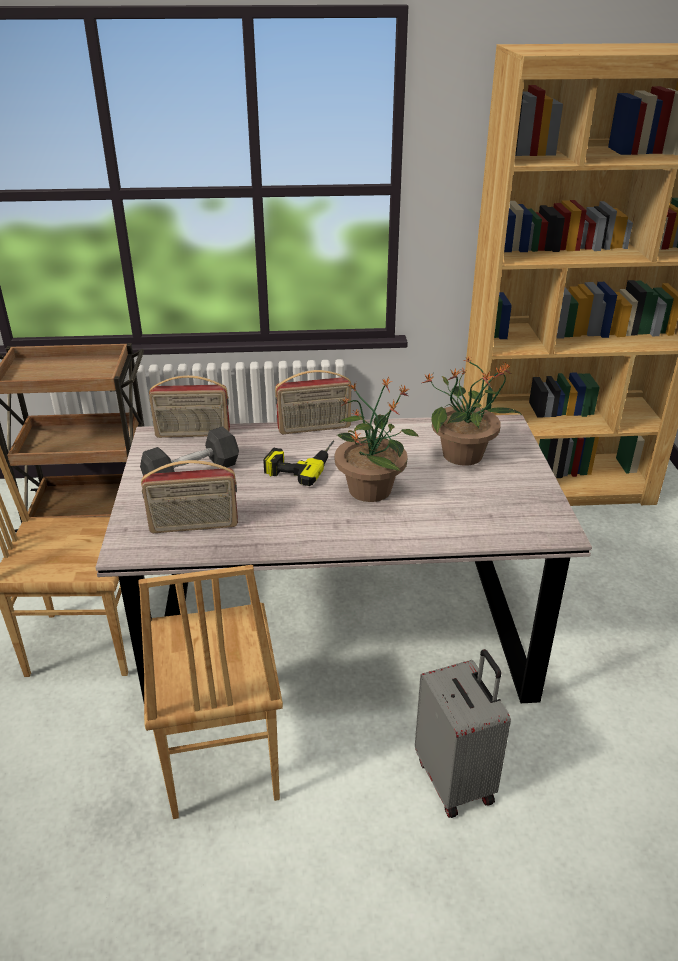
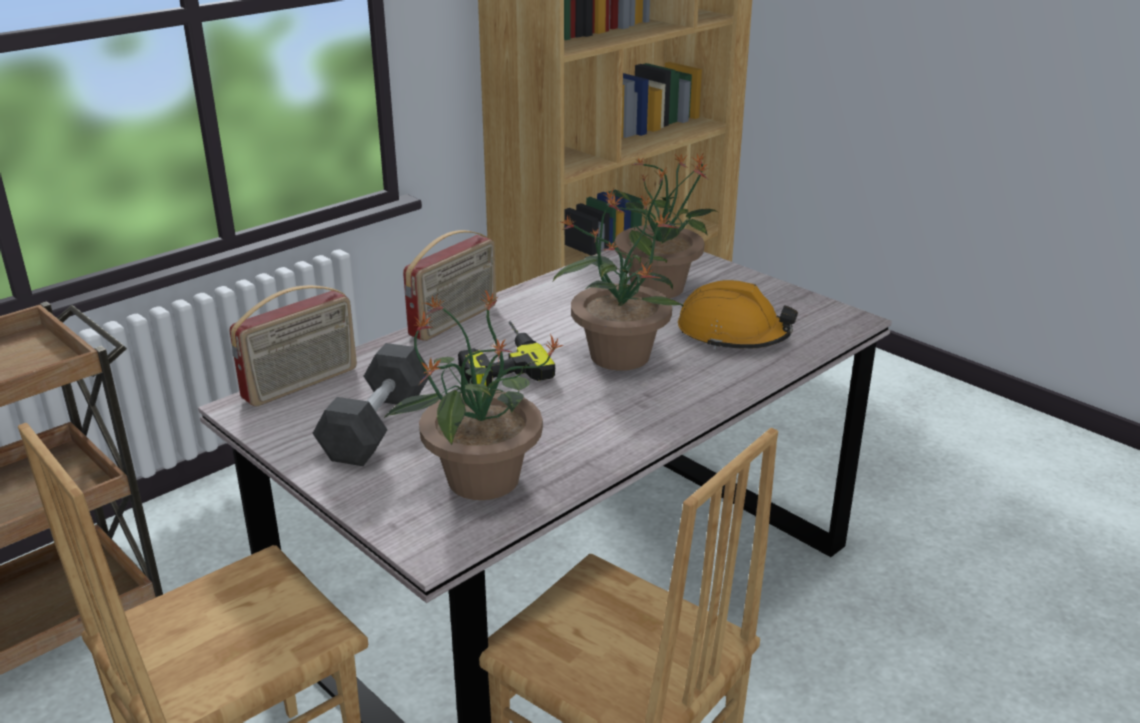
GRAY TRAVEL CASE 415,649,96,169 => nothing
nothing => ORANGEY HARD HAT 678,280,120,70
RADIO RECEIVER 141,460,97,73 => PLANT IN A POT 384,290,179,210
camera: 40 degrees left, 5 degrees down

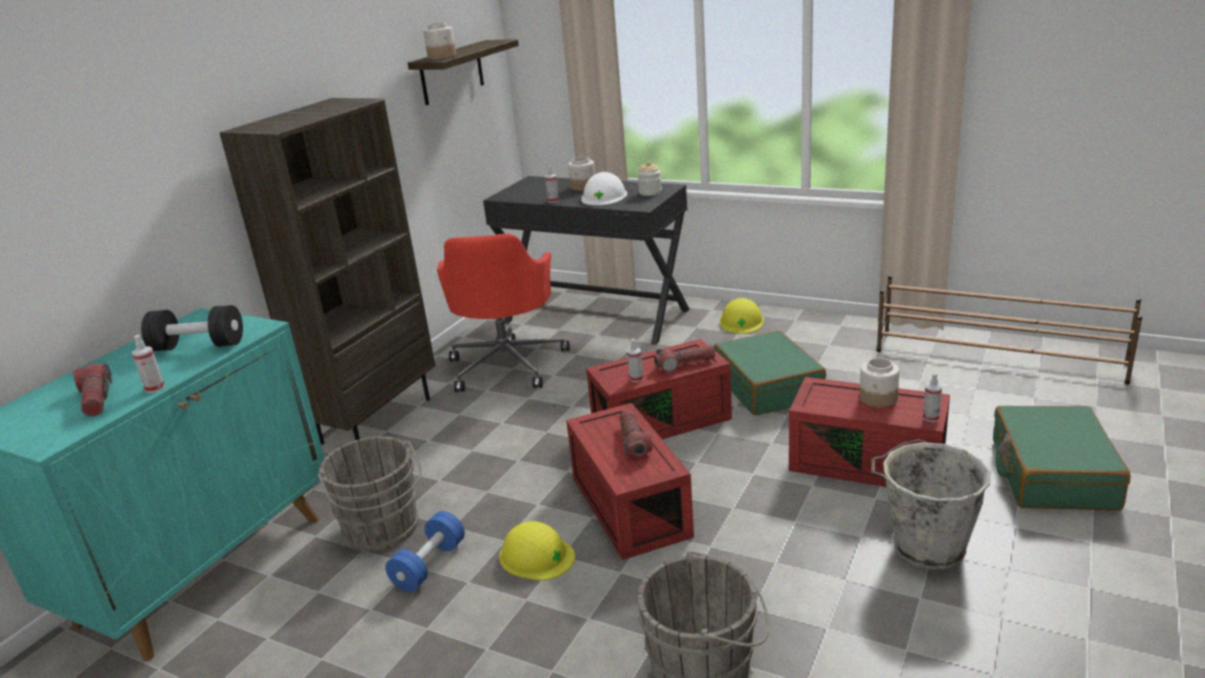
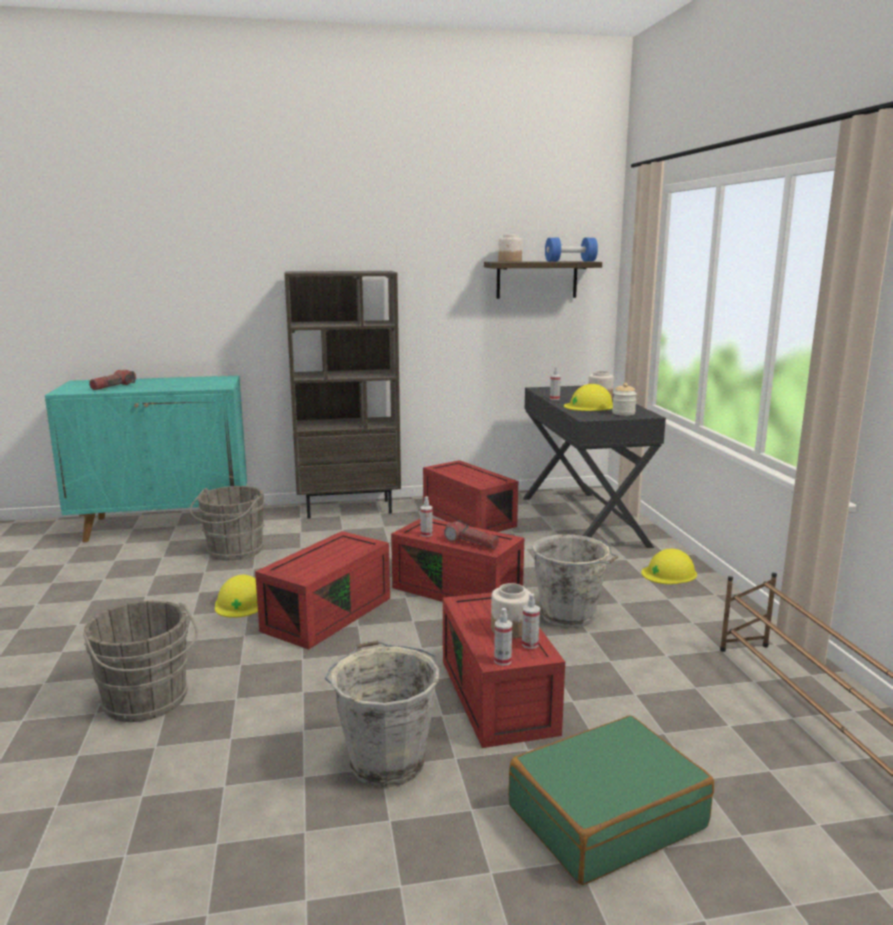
BLACK HAND WEIGHT 141,305,102,46 => nothing
HAND TORCH 619,410,33,46 => nothing
HAND SPRAYER 132,335,33,58 => HAND SPRAYER 522,594,18,55, relocated
BLUE HAND WEIGHT 385,511,80,81 => BLUE HAND WEIGHT 545,238,53,24, relocated
RED-COLOURED OFFICE CHAIR 437,233,133,159 => RED-COLOURED STORAGE CONTAINER 423,460,95,72
GREEN TRAVEL CASE 714,331,112,84 => GRAY WATER BUCKET 532,535,86,93
WHITE HARD HAT 581,172,46,34 => YELLOW-COLOURED HARD HAT 564,384,49,27
camera: 50 degrees right, 10 degrees down

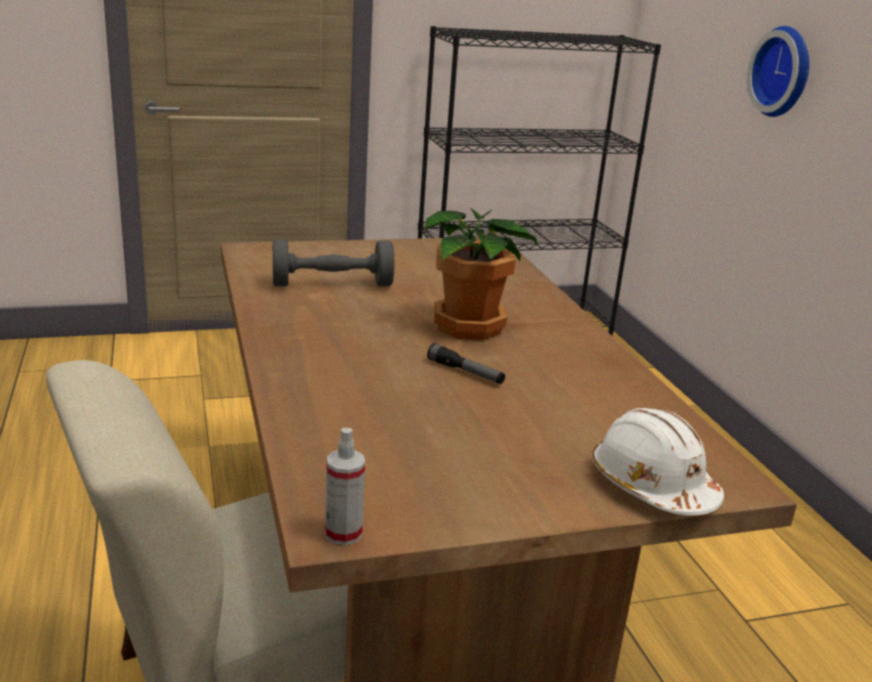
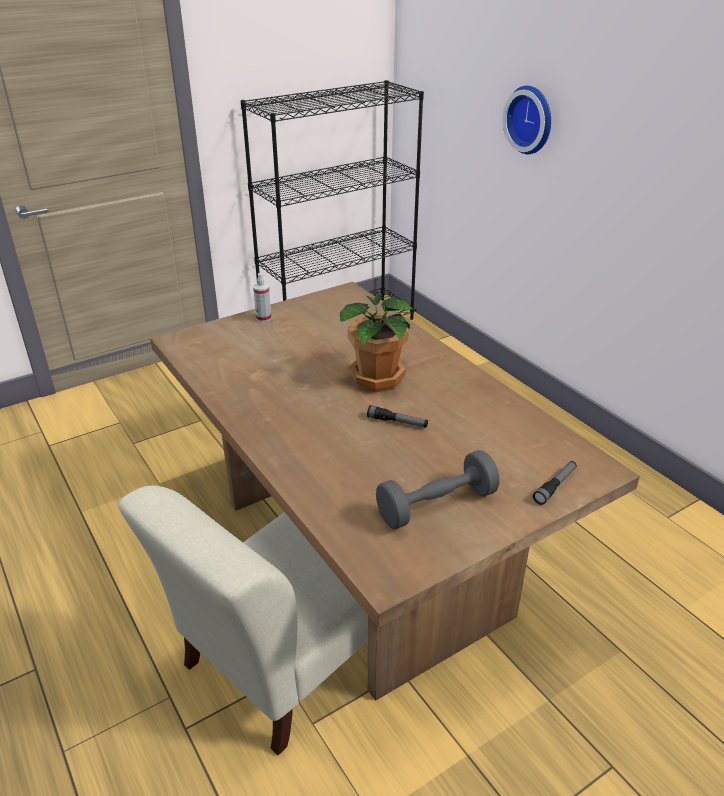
GRAY HAND WEIGHT 273,239,122,47 => GRAY HAND WEIGHT 376,450,123,79, relocated
HAND SPRAYER 325,428,40,117 => HAND SPRAYER 253,273,18,49, relocated
WHITE HARD HAT 592,408,132,107 => HAND TORCH 533,461,44,44
camera: 15 degrees left, 10 degrees up

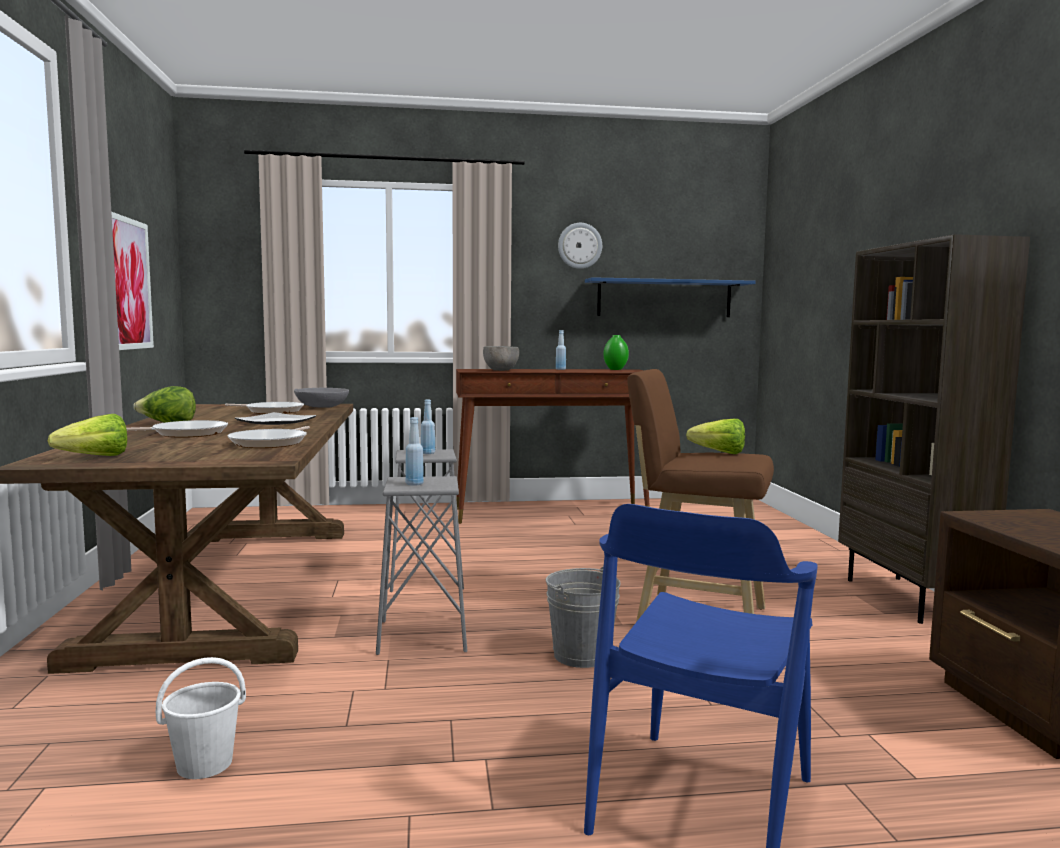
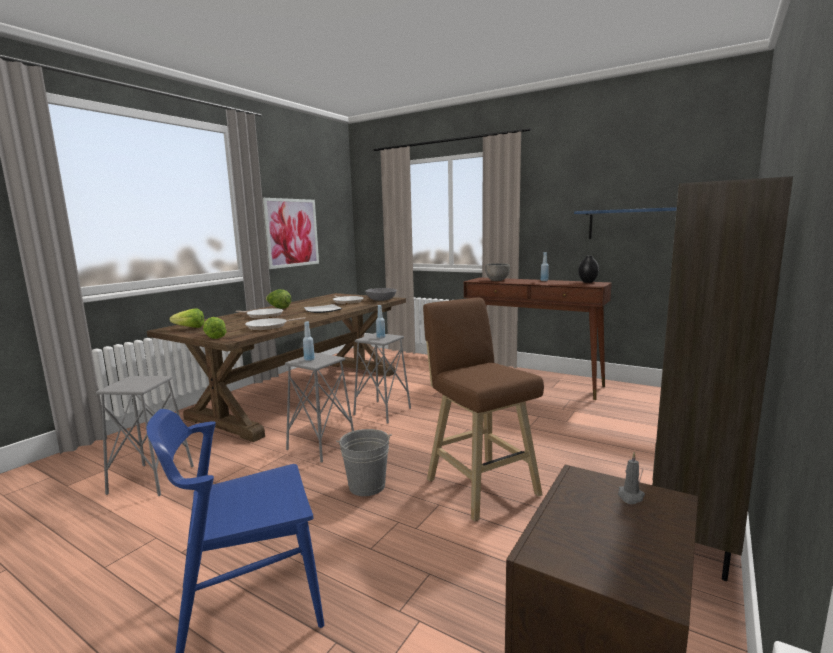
HANGING CLOCK 558,223,44,46 => nothing
nothing => GRAY CANDLE 618,452,27,52
LETTUCE 686,419,59,35 => LETTUCE 203,317,24,22, relocated
WHITE WATER BUCKET 156,657,90,122 => GRAY STOOL 96,376,98,120
GREEN FLOWER VASE 603,335,26,35 => BLACK FLOWER VASE 578,255,21,28
camera: 40 degrees right, 5 degrees up

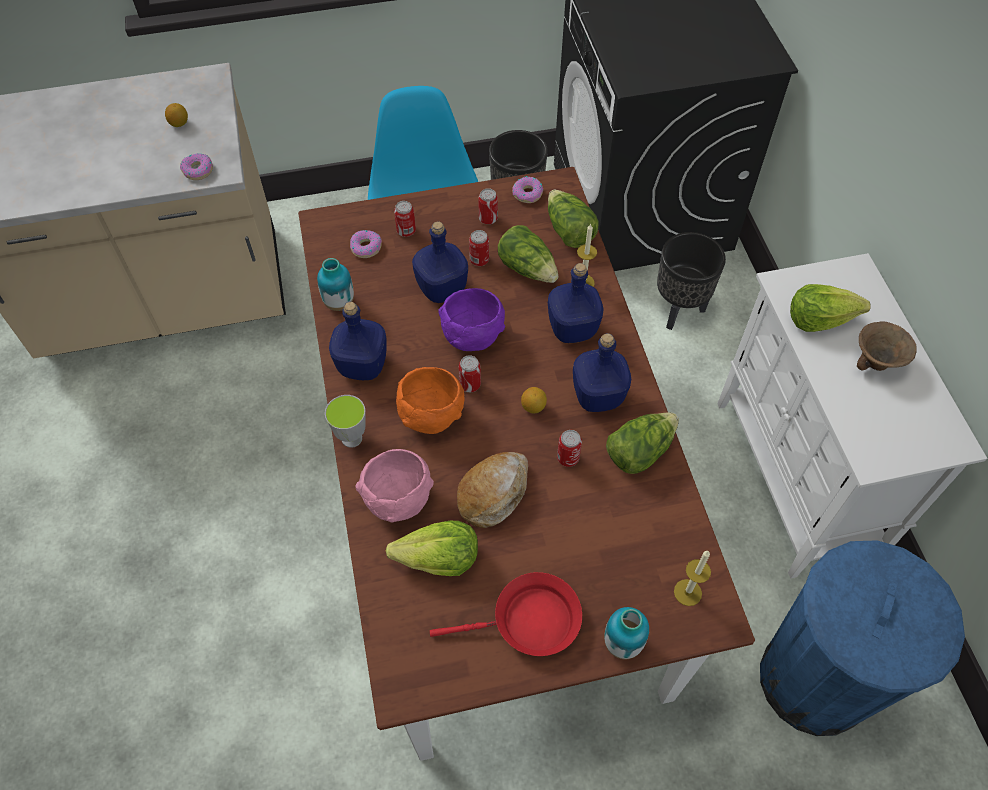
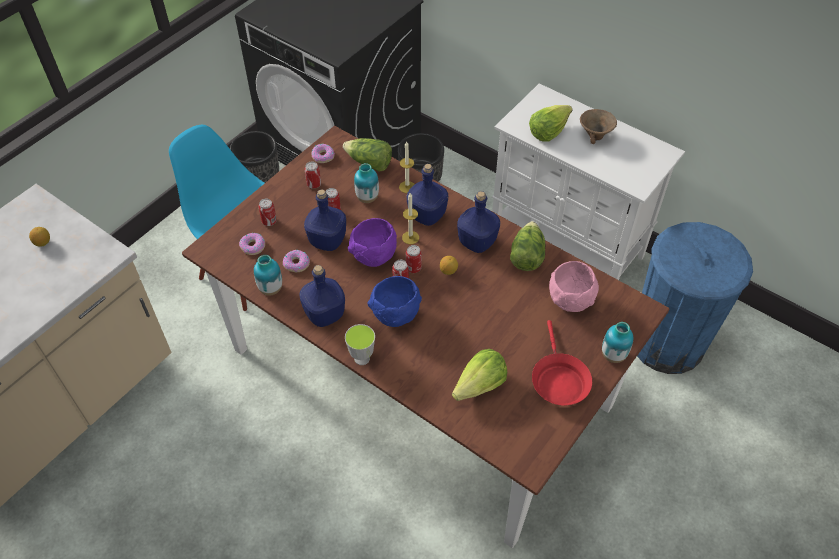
BAKERY BREAD 457,452,71,76 => nothing
DONUT 180,153,33,27 => DONUT 283,250,27,22, relocated
PINK BOWL 355,449,79,73 => PINK BOWL 549,261,50,51, relocated
METAL CAN 557,430,25,37 => METAL CAN 406,245,16,28, relocated
CANDLE 674,551,37,55 => CANDLE 402,193,17,51, relocated
LETTUCE 498,225,61,58 => FLOWER VASE 354,163,25,40
ORANGEY BOWL 396,367,69,67 => BLUE BOWL 368,276,54,51
RED-COLOURED FRYING PAN 430,572,152,84 => RED-COLOURED FRYING PAN 532,320,60,85, 135 degrees clockwise
camera: 40 degrees left, 5 degrees down

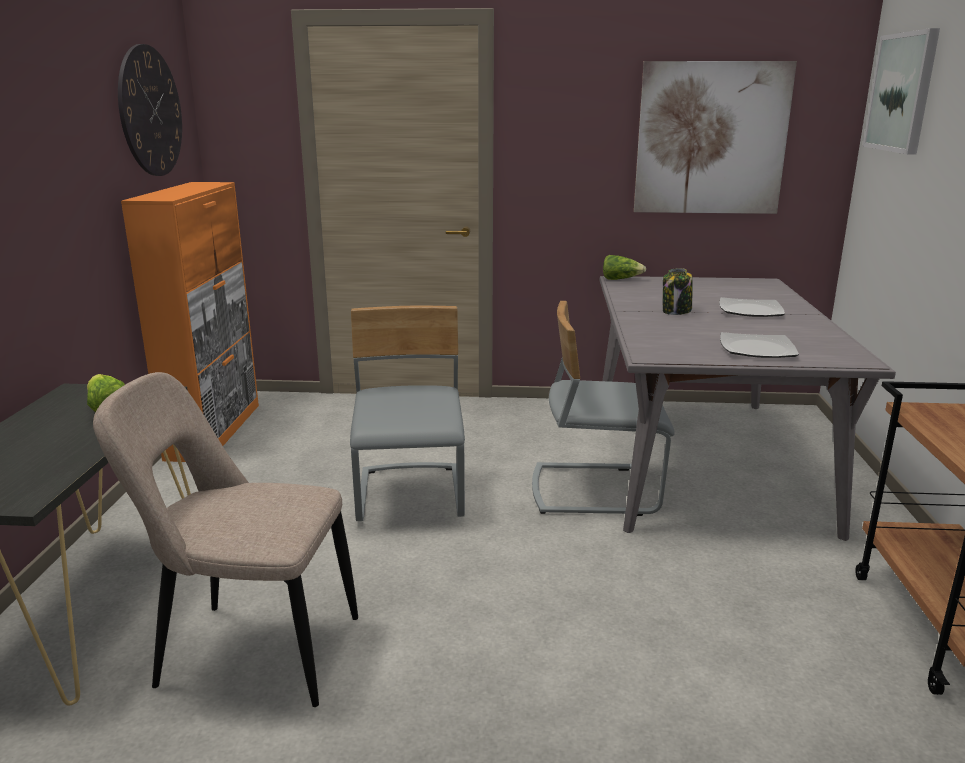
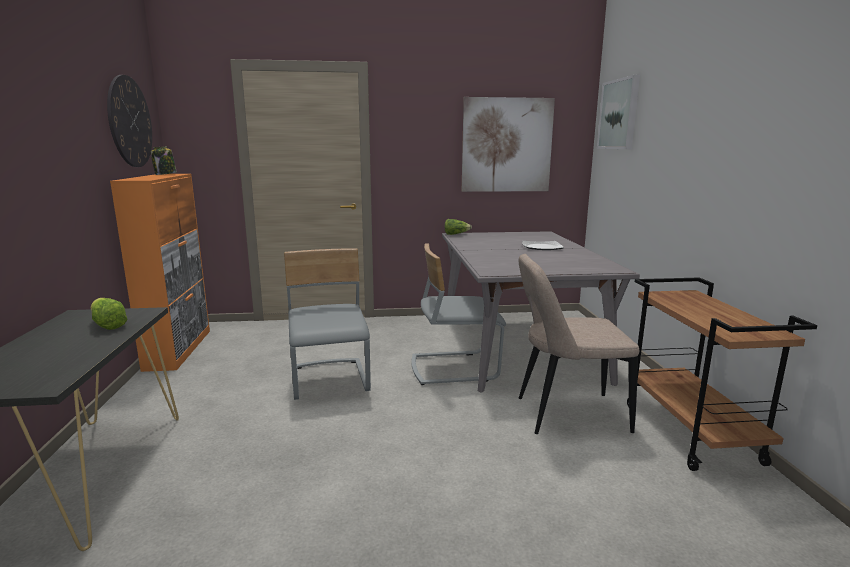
DINNER PLATE 720,332,79,26 => nothing
BEIGE UPRIGHT CHAIR 93,372,265,335 => BEIGE UPRIGHT CHAIR 519,254,120,180, relocated
PRESERVE JAR 663,268,29,47 => PRESERVE JAR 150,146,27,29, relocated
camera: 10 degrees left, 5 degrees down

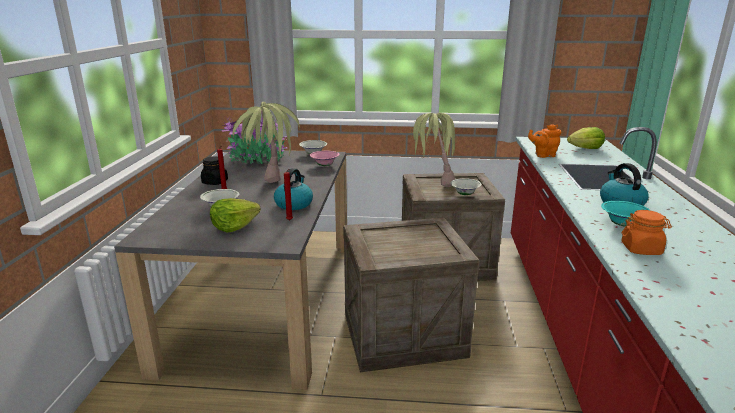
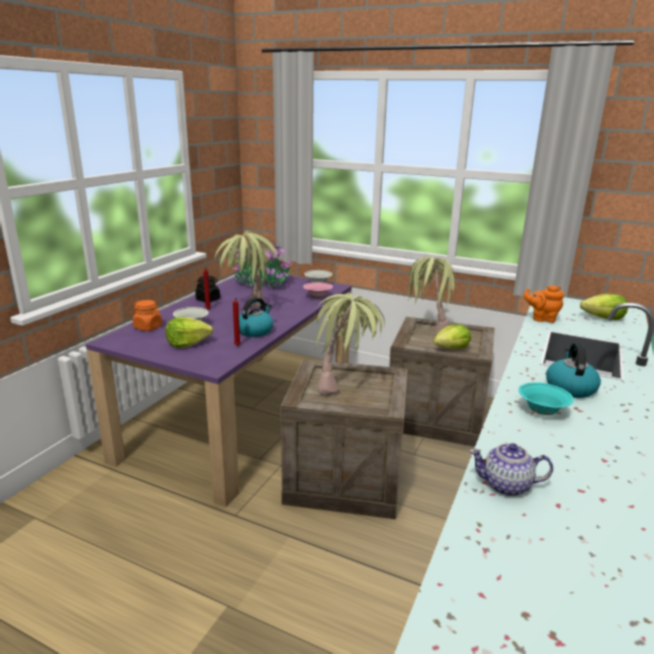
nothing => PLANT IN A POT 314,293,71,103
nothing => TEA POT 469,443,84,53
ORANGEY PRESERVE JAR 622,210,50,45 => ORANGEY PRESERVE JAR 133,300,29,31, relocated
WHITE BOWL 450,178,32,17 => LETTUCE 433,324,38,25
GRAY DINING TABLE 114,150,233,240 => PURPLISH DINING TABLE 86,274,266,233
camera: 20 degrees right, 0 degrees up

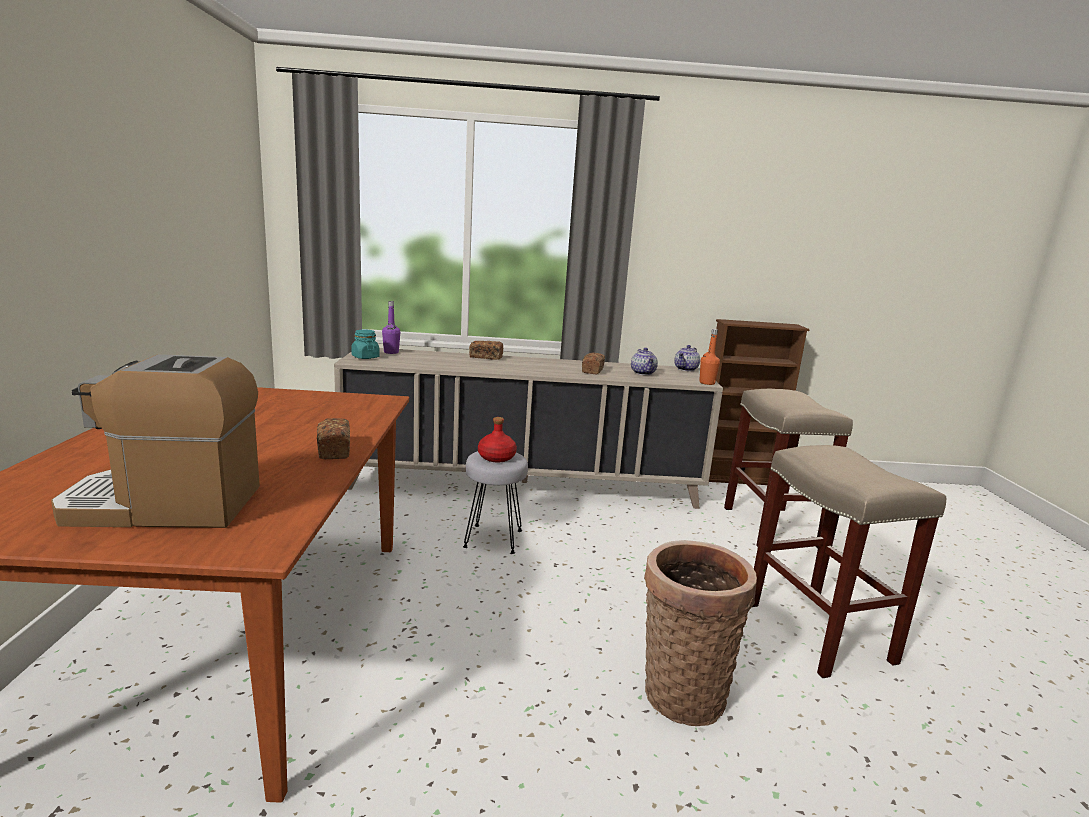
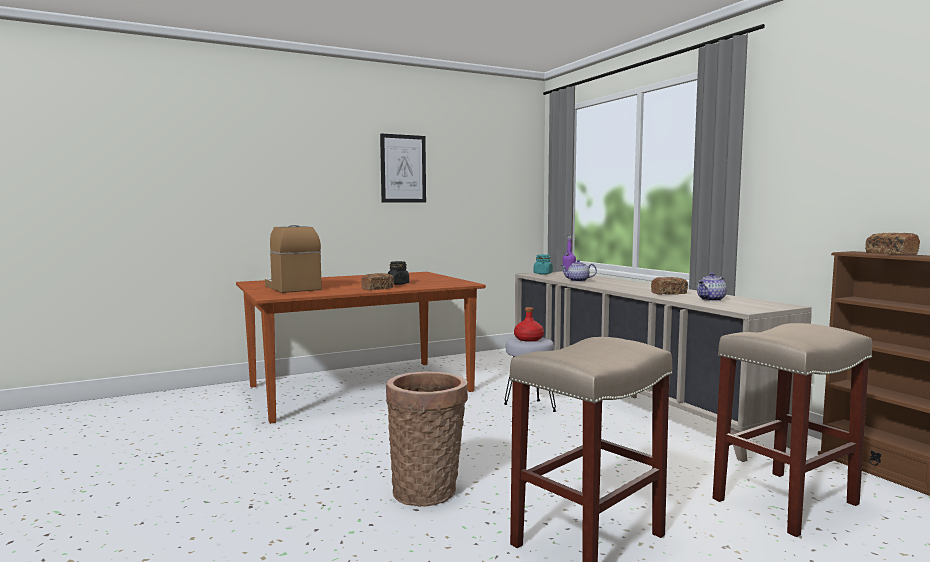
ORANGEY BOTTLE 699,329,21,56 => nothing
nothing => WALL ART 380,134,46,69
nothing => BLACK PRESERVE JAR 388,261,21,24
BAKERY BREAD 469,341,34,19 => BAKERY BREAD 865,233,55,22, relocated
TEA POT 674,345,26,26 => TEA POT 560,260,37,22, relocated
camera: 65 degrees right, 10 degrees down

